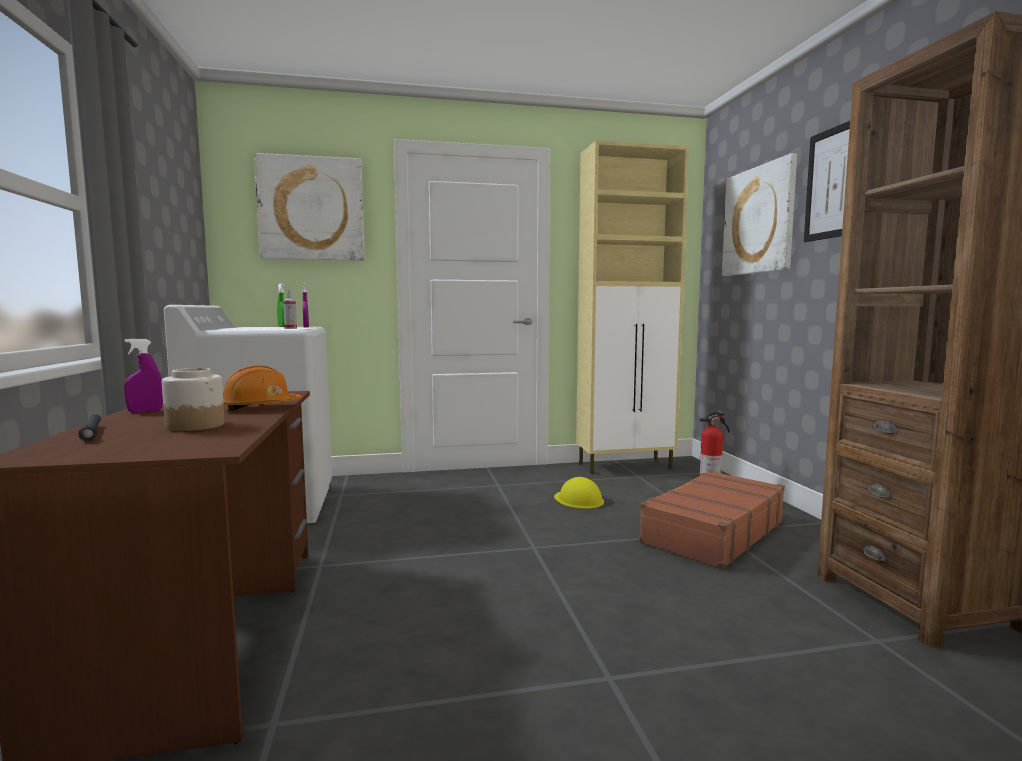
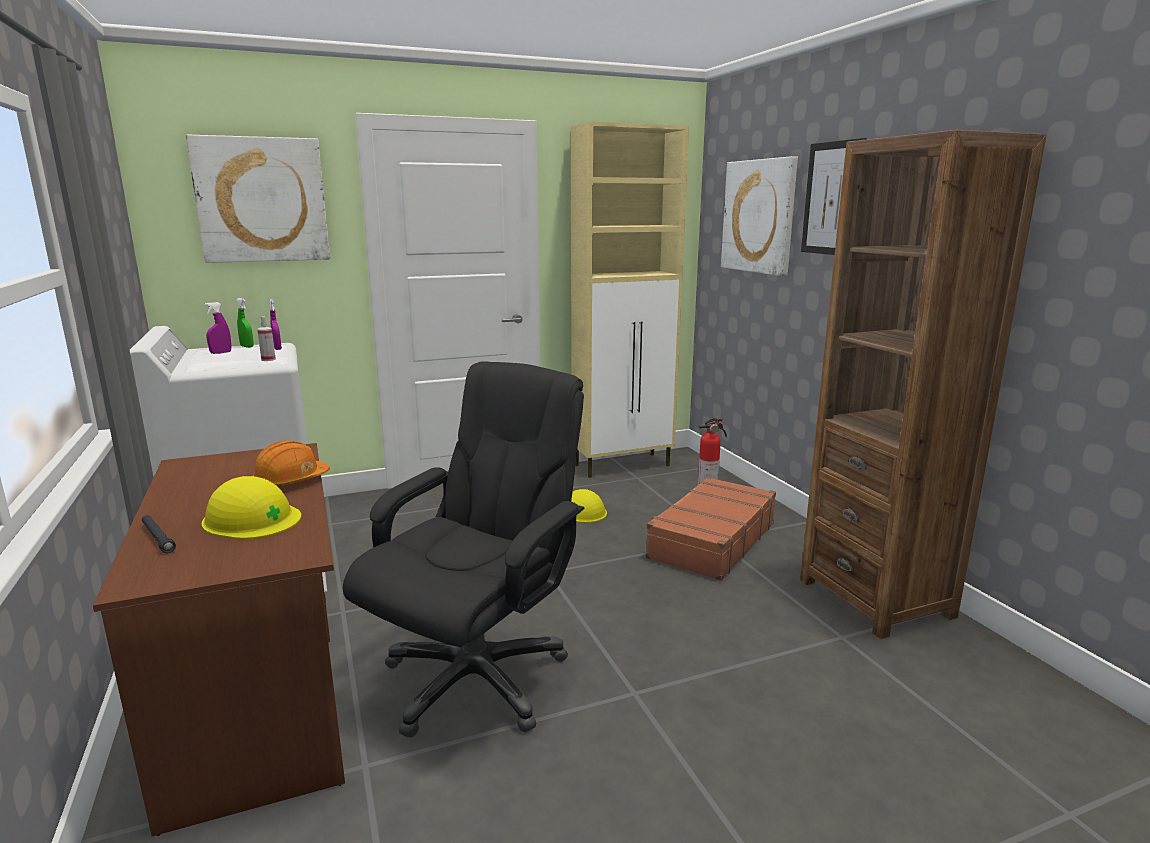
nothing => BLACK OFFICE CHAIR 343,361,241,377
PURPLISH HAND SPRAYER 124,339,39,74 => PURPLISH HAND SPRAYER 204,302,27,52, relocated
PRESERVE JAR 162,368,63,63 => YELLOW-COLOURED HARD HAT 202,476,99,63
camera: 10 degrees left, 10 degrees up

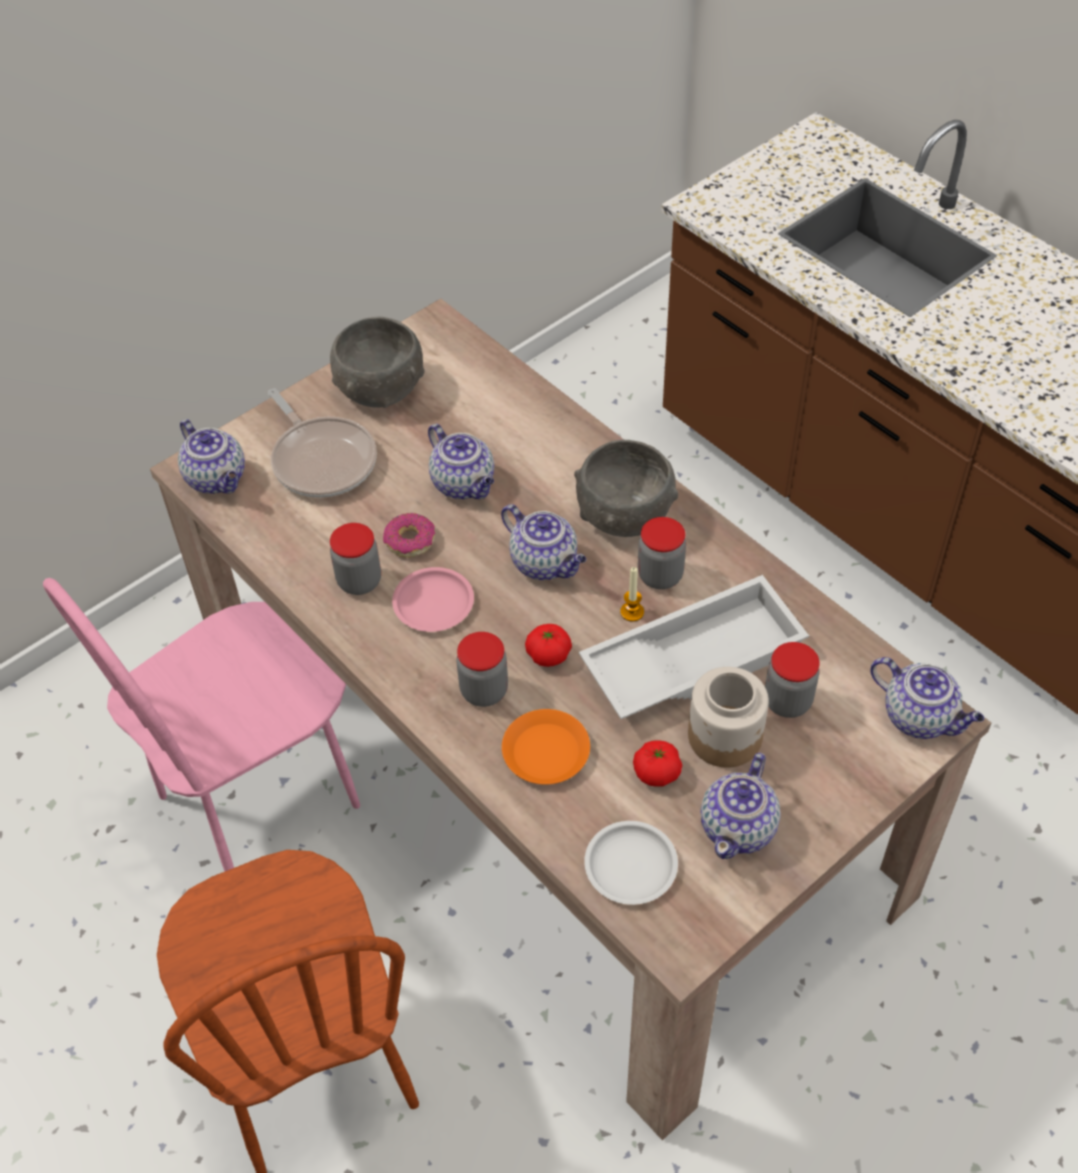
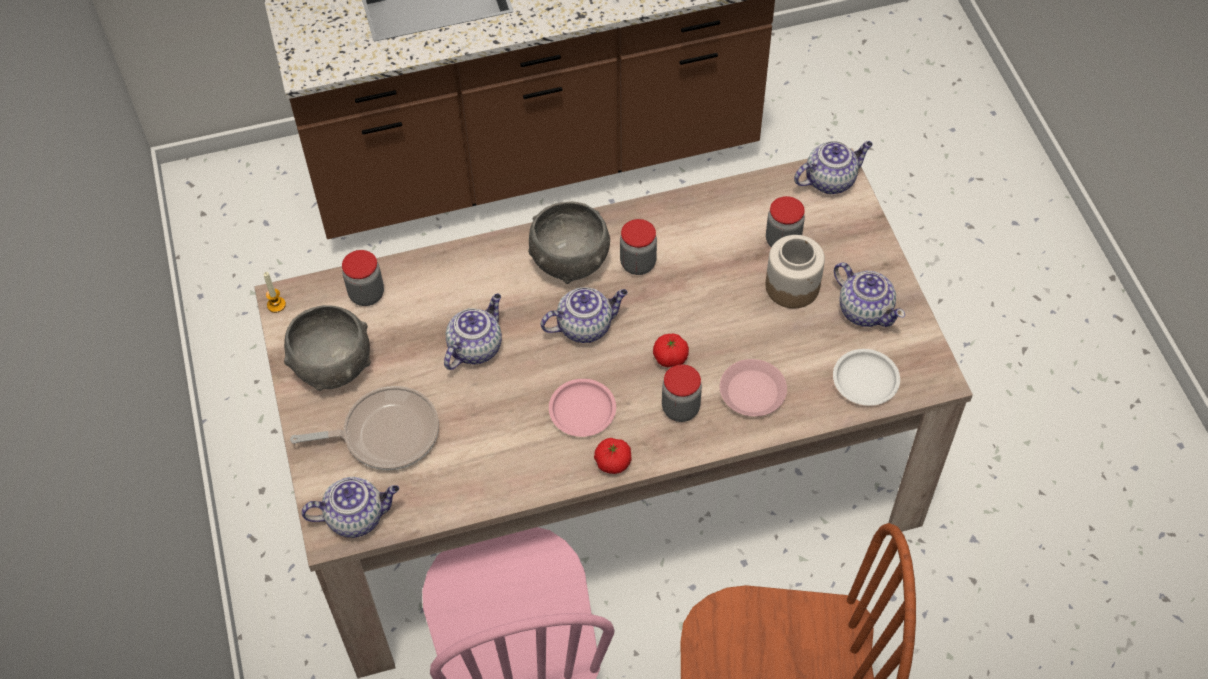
DONUT 383,513,52,45 => nothing
WHITE CARRYING TRAY 579,575,230,144 => nothing
PRESERVE JAR 330,523,51,72 => PRESERVE JAR 342,250,42,56, relocated
CANDLE 620,567,24,55 => CANDLE 264,272,22,41, relocated
FRESH TOMATO 633,740,49,47 => FRESH TOMATO 594,438,37,36, relocated
ORANGEY DINNER PLATE 502,709,88,76 => PINK DINNER PLATE 720,359,67,58
TEA POT 428,424,66,75 => TEA POT 444,293,58,77, 45 degrees counterclockwise
camera: 65 degrees left, 5 degrees up

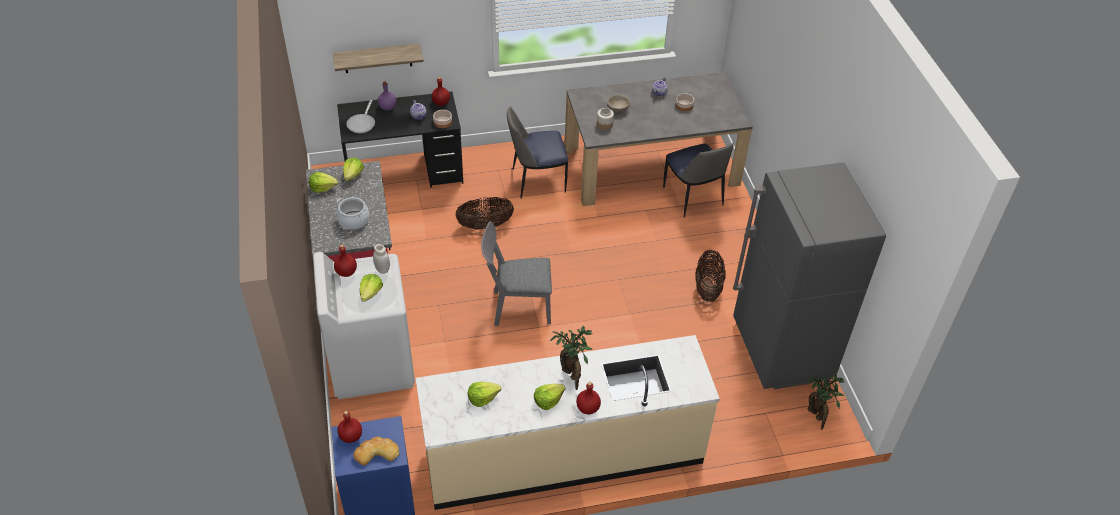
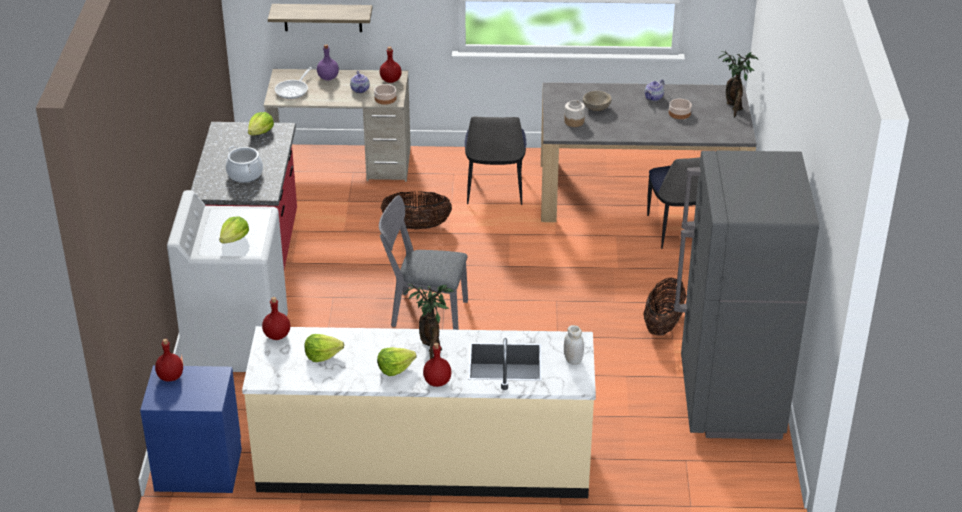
LETTUCE 309,172,29,21 => nothing
BAKERY BREAD 353,437,47,28 => nothing
RED-COLOURED BOTTLE 334,244,23,33 => RED-COLOURED BOTTLE 262,297,28,43, relocated
WHITE PRESERVE JAR 373,244,17,30 => WHITE PRESERVE JAR 564,325,20,40, relocated
PLANT IN A POT 806,374,39,56 => PLANT IN A POT 718,51,41,66, relocated
BLACK DESK UNIT 337,92,126,96 => BEIGE DESK UNIT 264,69,147,113
UPRIGHT CHAIR 507,107,61,92 => UPRIGHT CHAIR 465,117,61,88, 90 degrees counterclockwise
camera: 15 degrees right, 10 degrees down

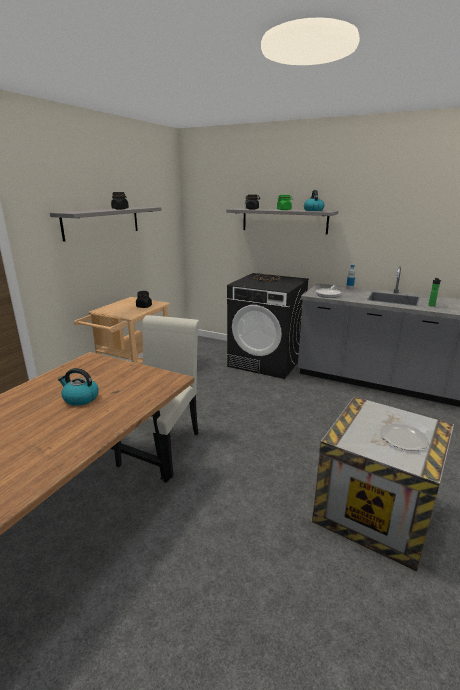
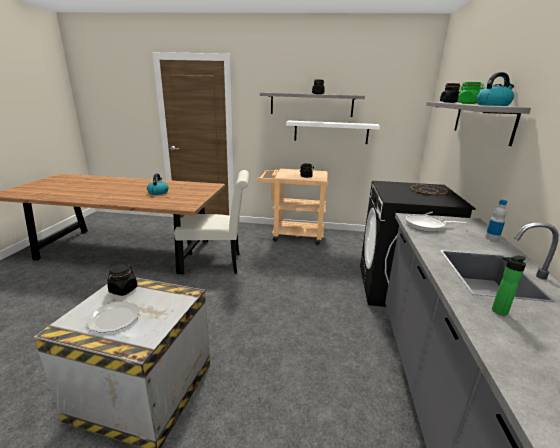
nothing => BLACK PRESERVE JAR 107,263,30,33
nothing => WHITE SHELF 286,120,94,24
camera: 70 degrees right, 0 degrees up

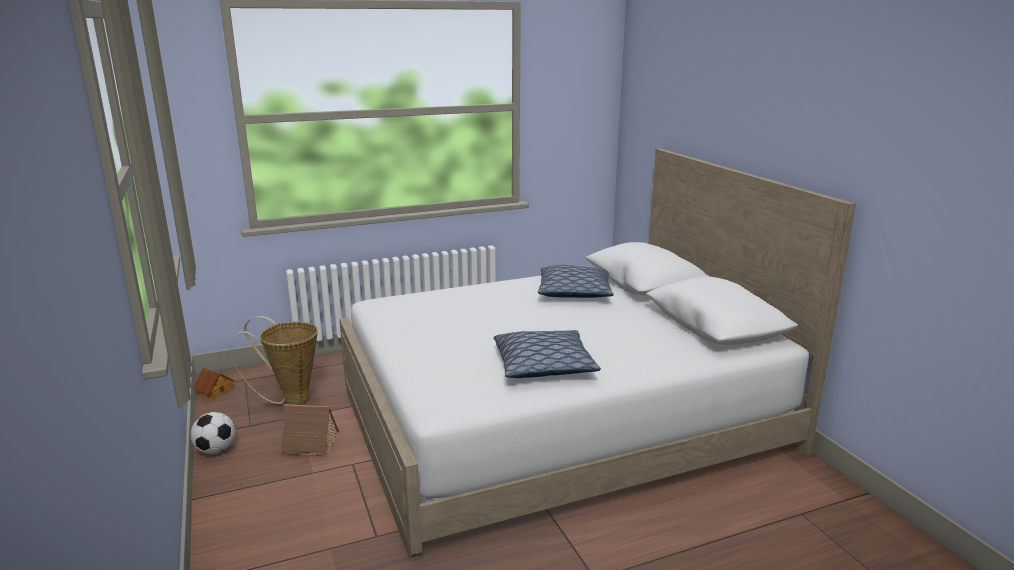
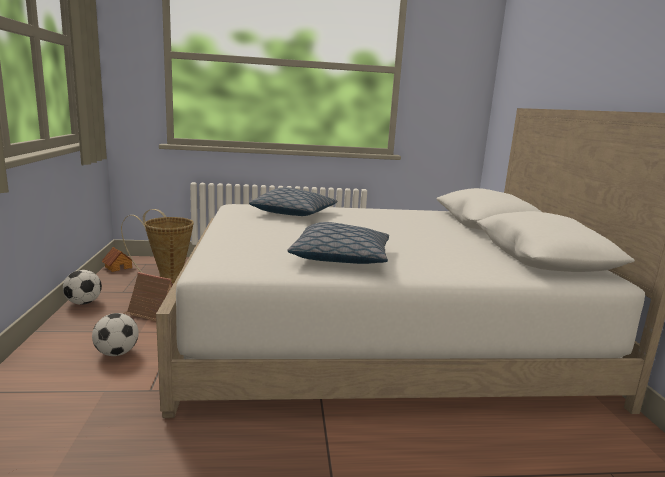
nothing => BALL FOR FOOTBALL 92,313,47,43
THROW PILLOW 538,265,75,33 => THROW PILLOW 249,187,88,29, relocated
camera: 15 degrees right, 5 degrees down

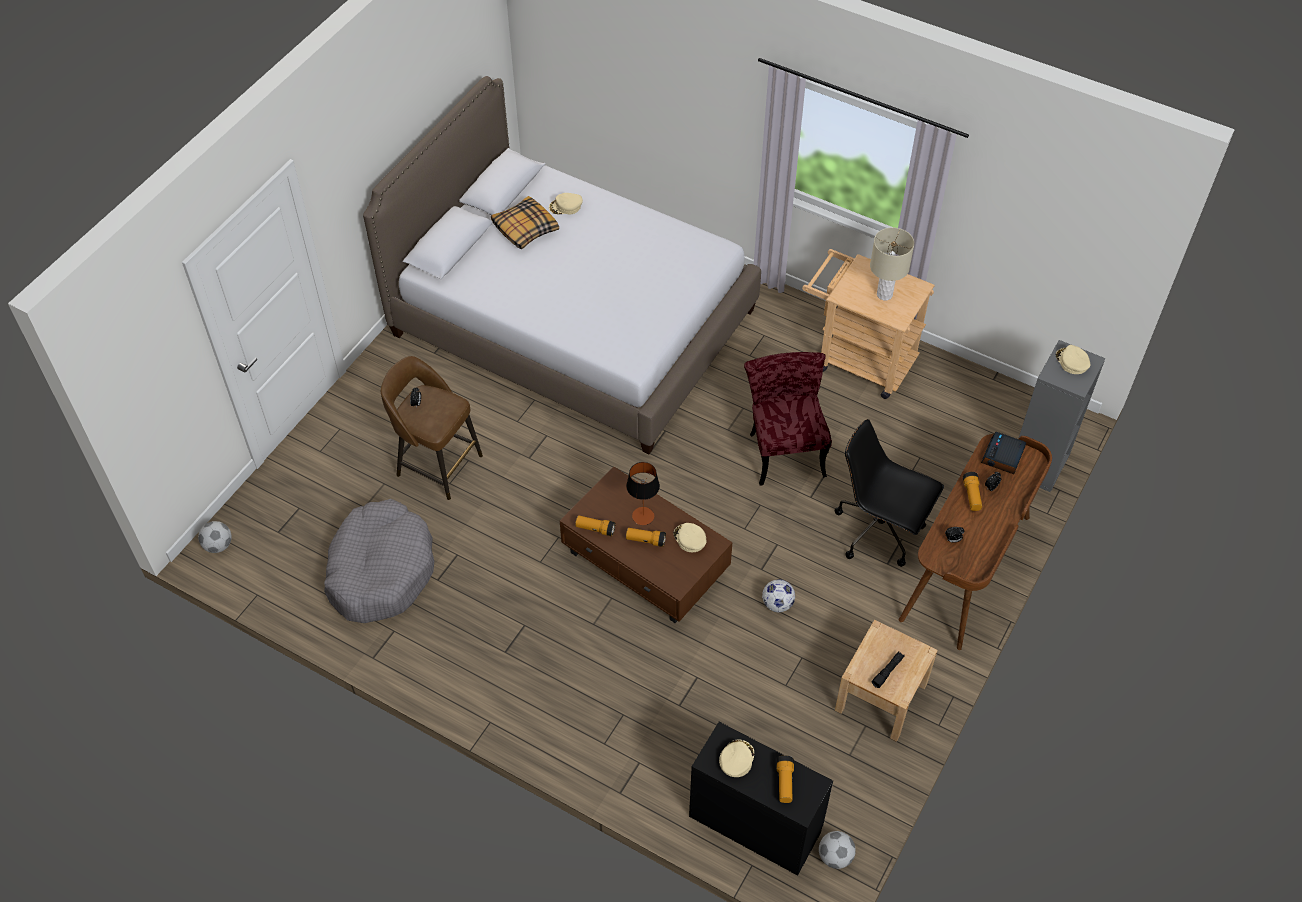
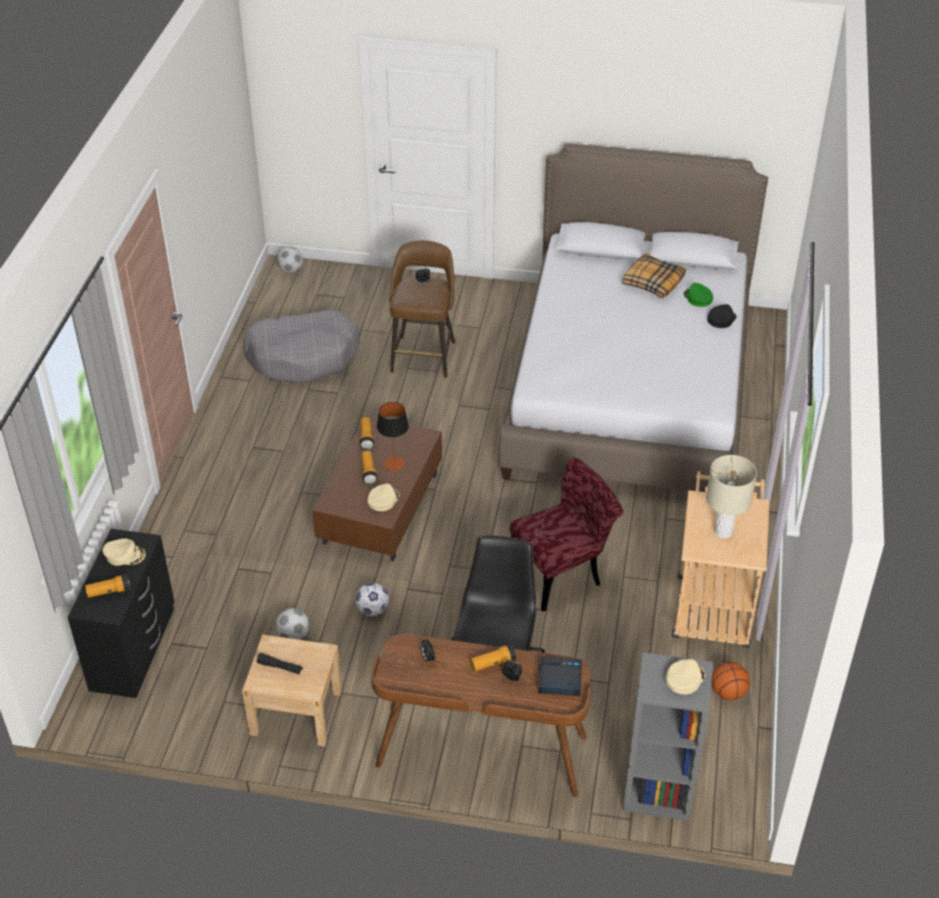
nothing => BLACK BASEBALL CAP 707,304,30,24
nothing => BALL FOR BASKETBALL 711,662,39,38
BALL FOR FOOTBALL 819,831,37,38 => BALL FOR FOOTBALL 275,608,34,32, relocated
BEIGE BASEBALL CAP 549,193,34,22 => GREEN BASEBALL CAP 683,283,30,24
camera: 70 degrees right, 10 degrees down

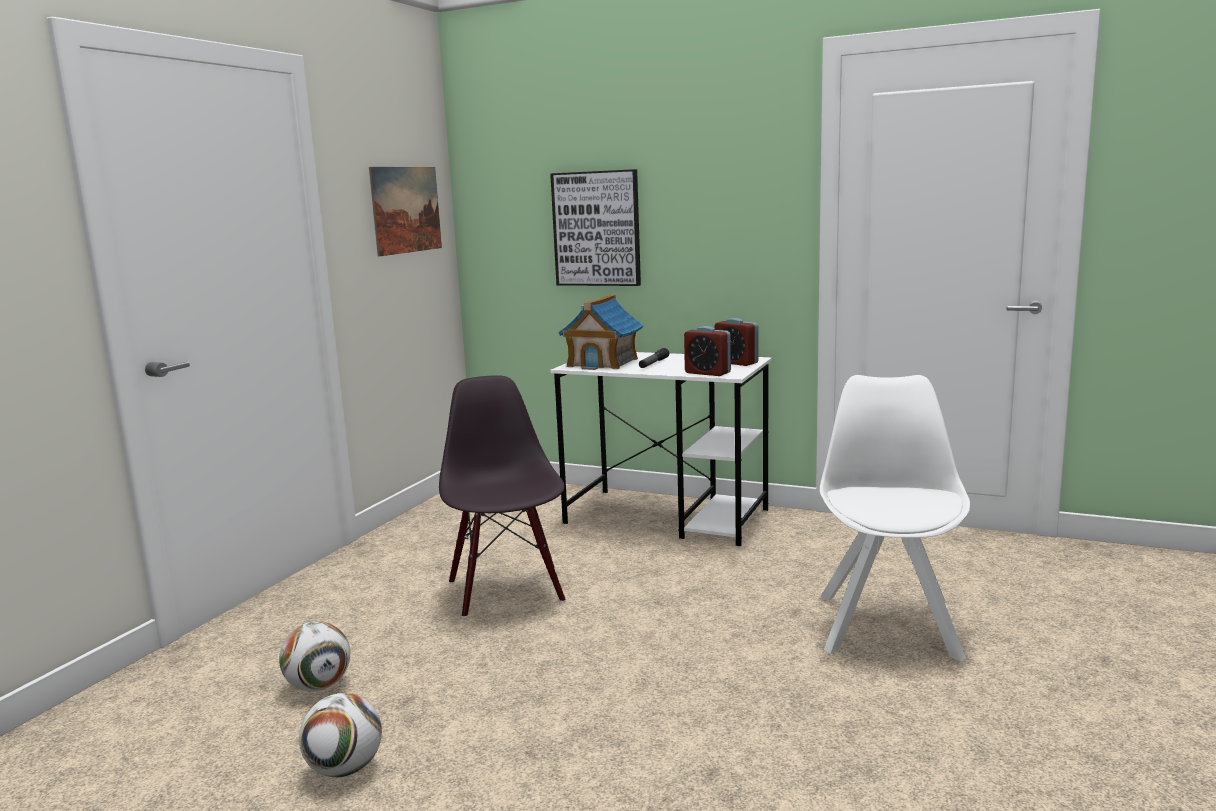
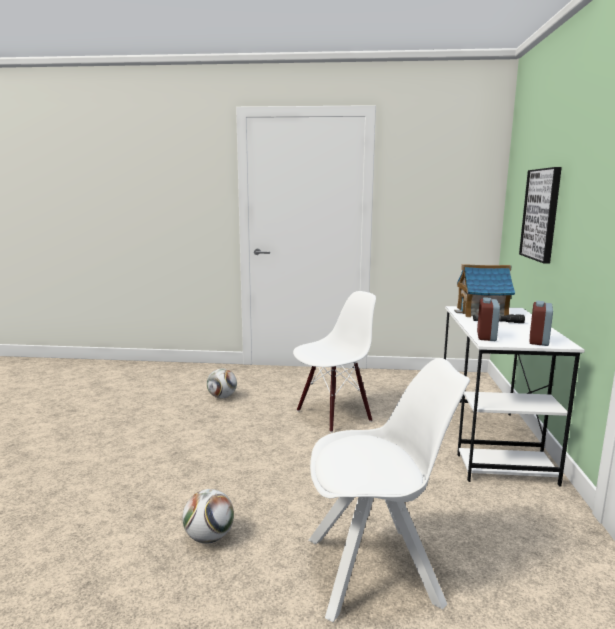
WALL ART 369,167,73,90 => nothing
BALL FOR FOOTBALL 299,693,83,84 => BALL FOR FOOTBALL 182,489,52,55, relocated
BLACK UPRIGHT CHAIR 439,375,126,243 => WHITE UPRIGHT CHAIR 293,291,83,142
camera: 70 degrees right, 0 degrees up

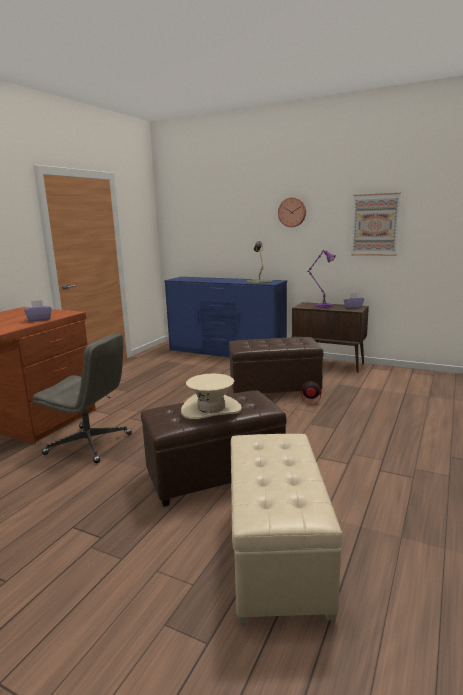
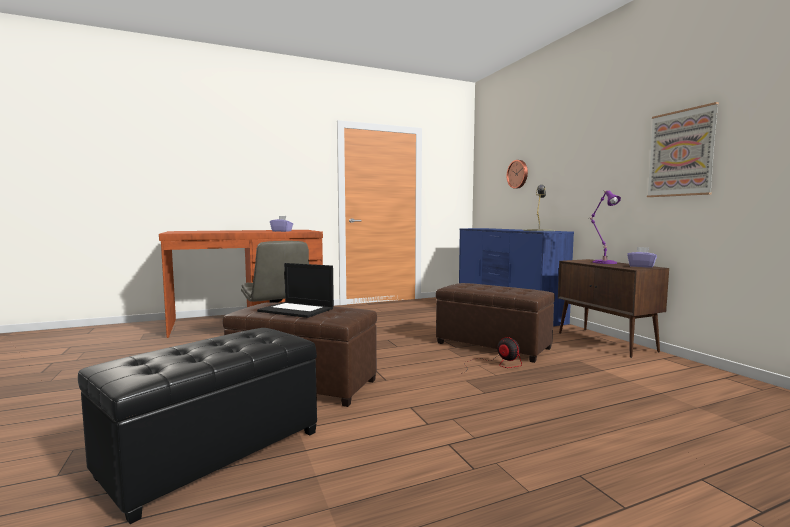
HANGING CLOCK 278,197,28,30 => HANGING CLOCK 507,160,21,29, relocated
BEIGE HAT 181,374,61,45 => NOTEBOOK COMPUTER 257,263,77,55
BEIGE FOOTREST 231,434,112,189 => BLACK FOOTREST 78,328,239,196
camera: 40 degrees right, 10 degrees down

